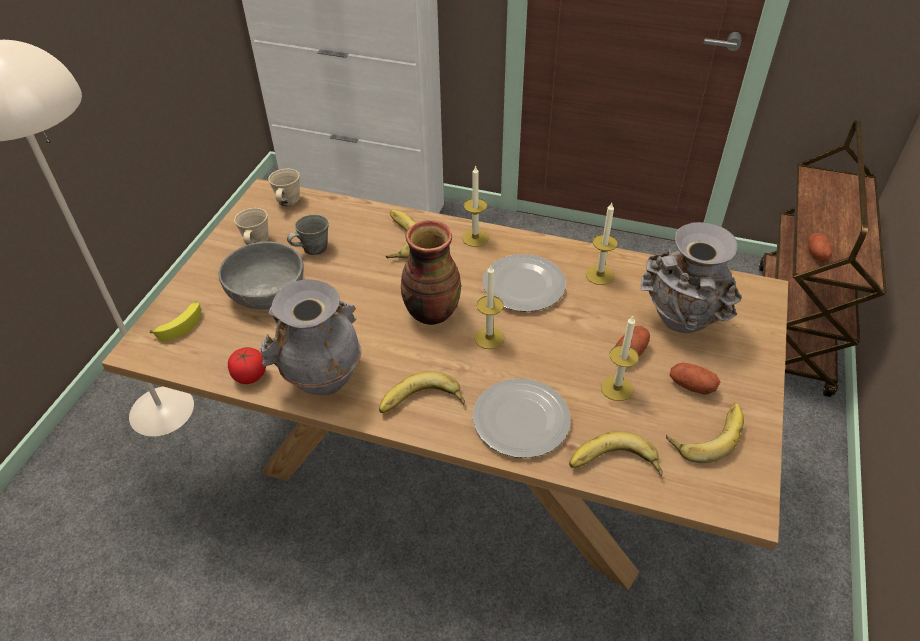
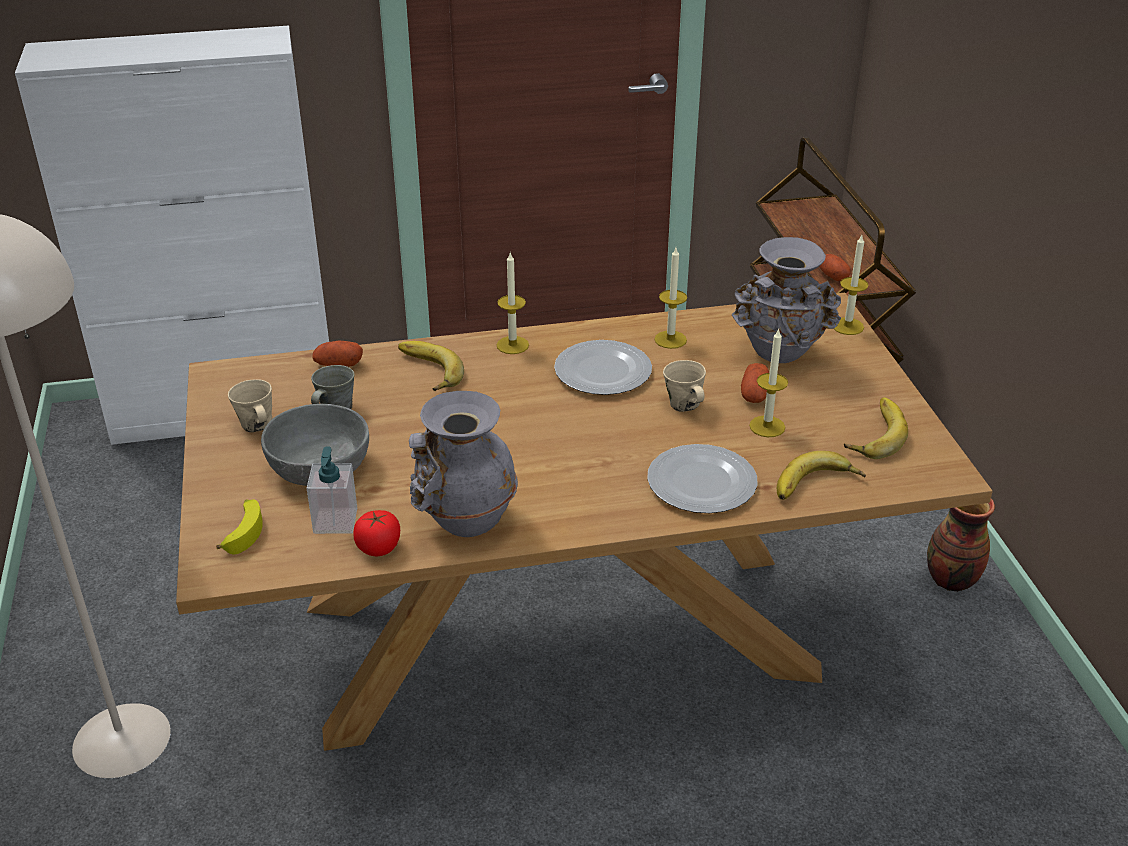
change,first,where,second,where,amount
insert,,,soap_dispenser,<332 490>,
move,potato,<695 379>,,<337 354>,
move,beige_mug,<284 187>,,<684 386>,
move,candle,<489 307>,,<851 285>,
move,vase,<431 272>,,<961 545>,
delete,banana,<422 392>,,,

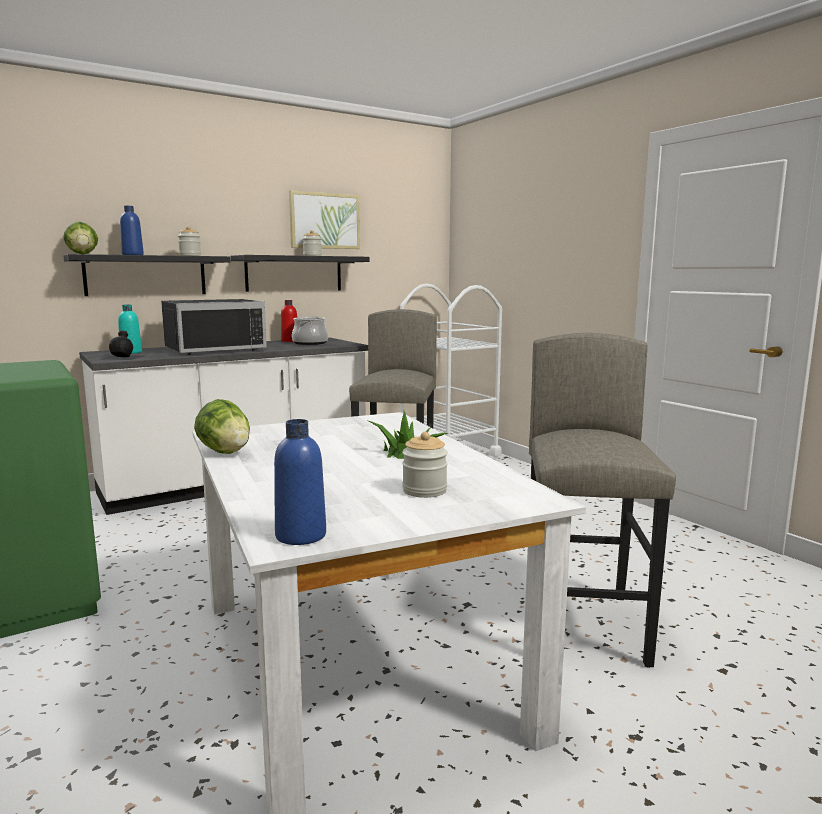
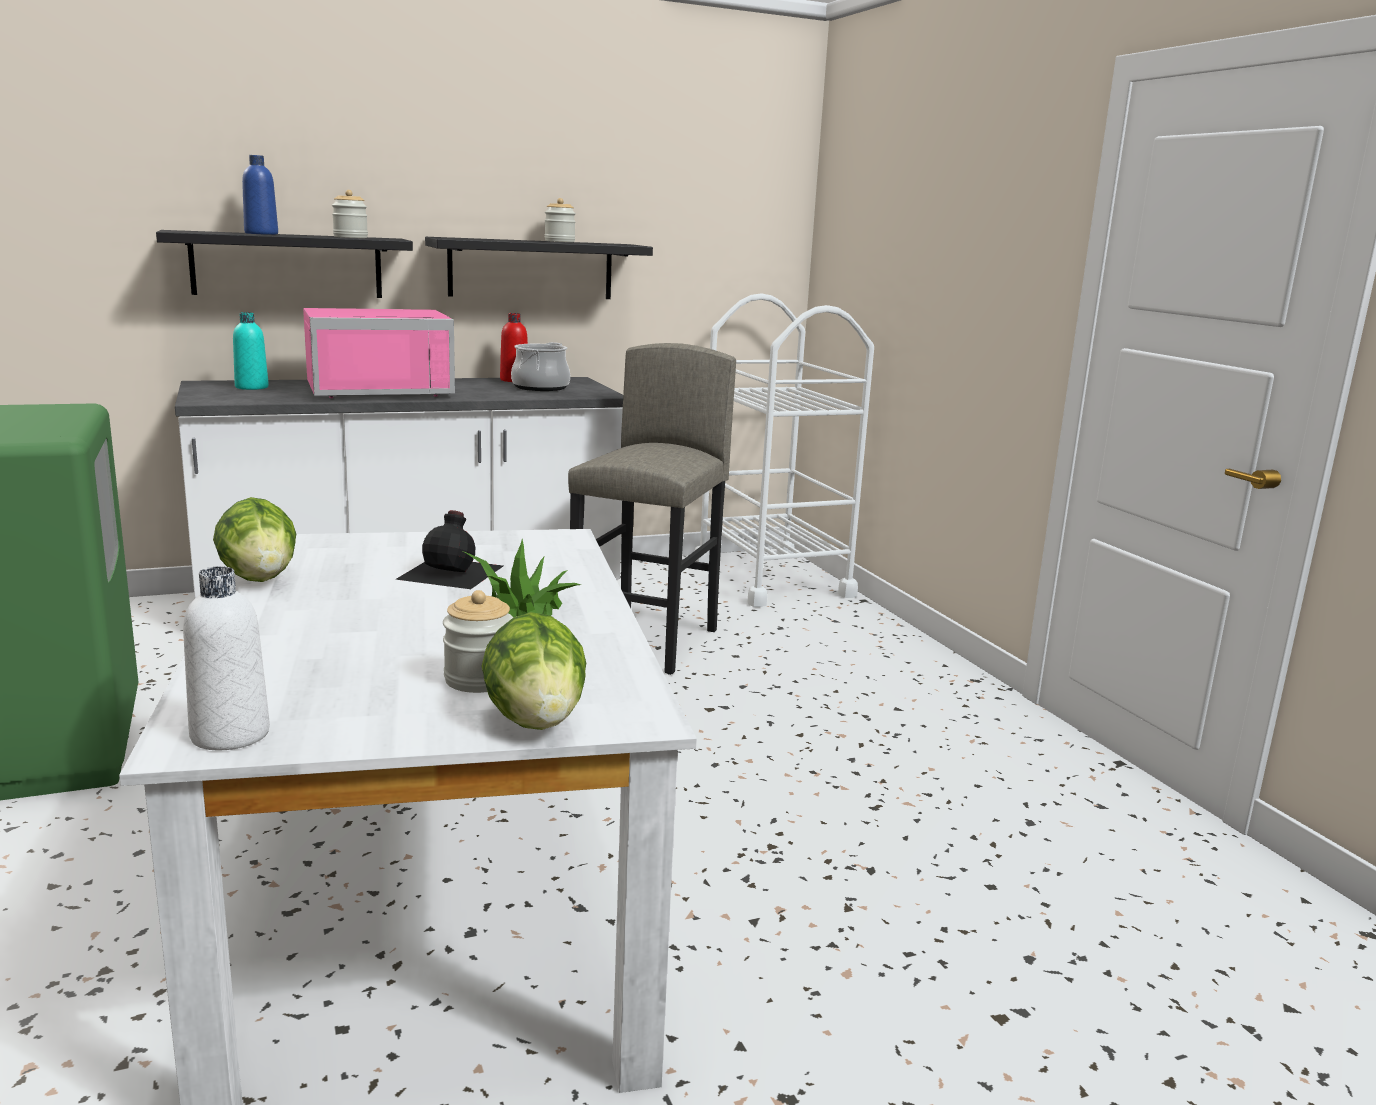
change,first,where,second,where,amount
recolor,blue_bottle,<300 482>,white_bottle,<226 658>,
recolor,black_microwave,<214 327>,pink_microwave,<379 353>,
move,black_bottle,<122 345>,,<449 549>,
move,lettuce,<80 237>,,<533 671>,
delete,picture,<324 219>,,,
delete,grey_stool,<602 500>,,,

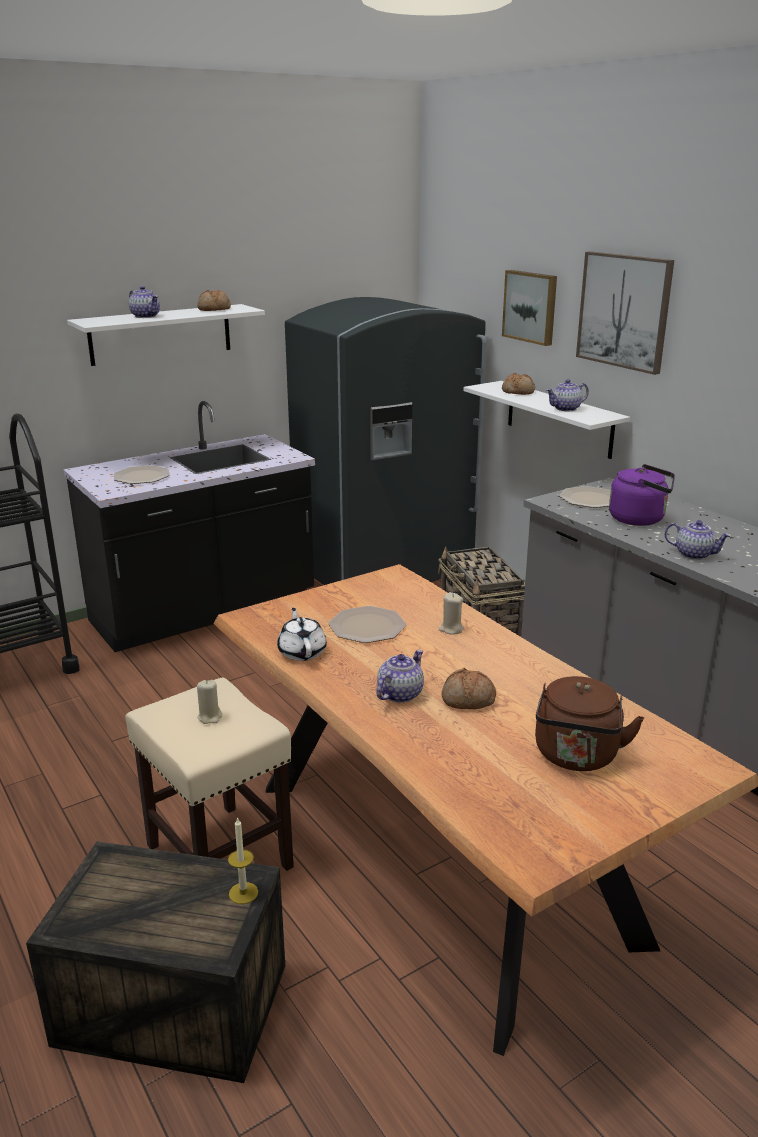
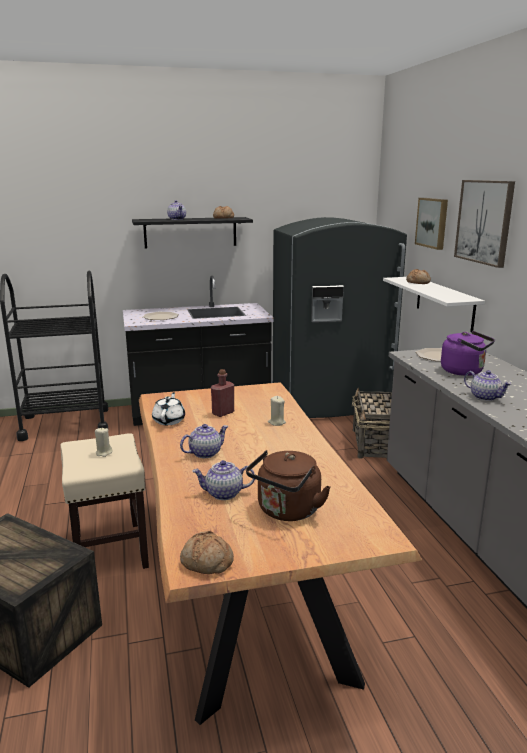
change,first,where,second,where,amount
recolor,white_shelf,<166 335>,black_shelf,<192 233>,
move,bread,<468 688>,,<207 552>,
move,teapot,<567 395>,,<223 480>,
replace,plate,<367 624>,red_bottle,<222 393>,
delete,candle,<243 860>,,,

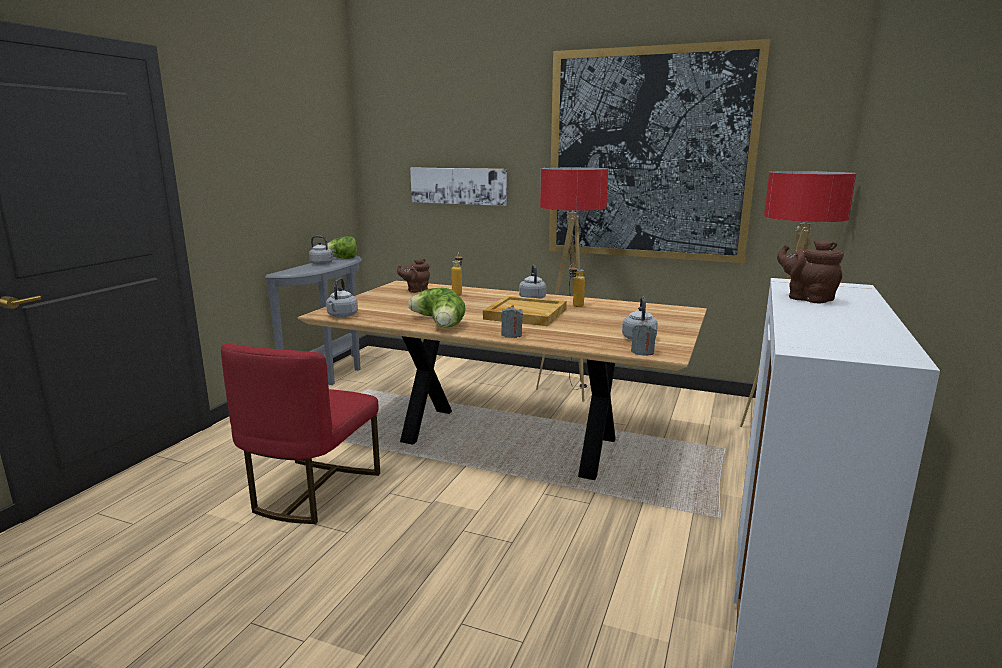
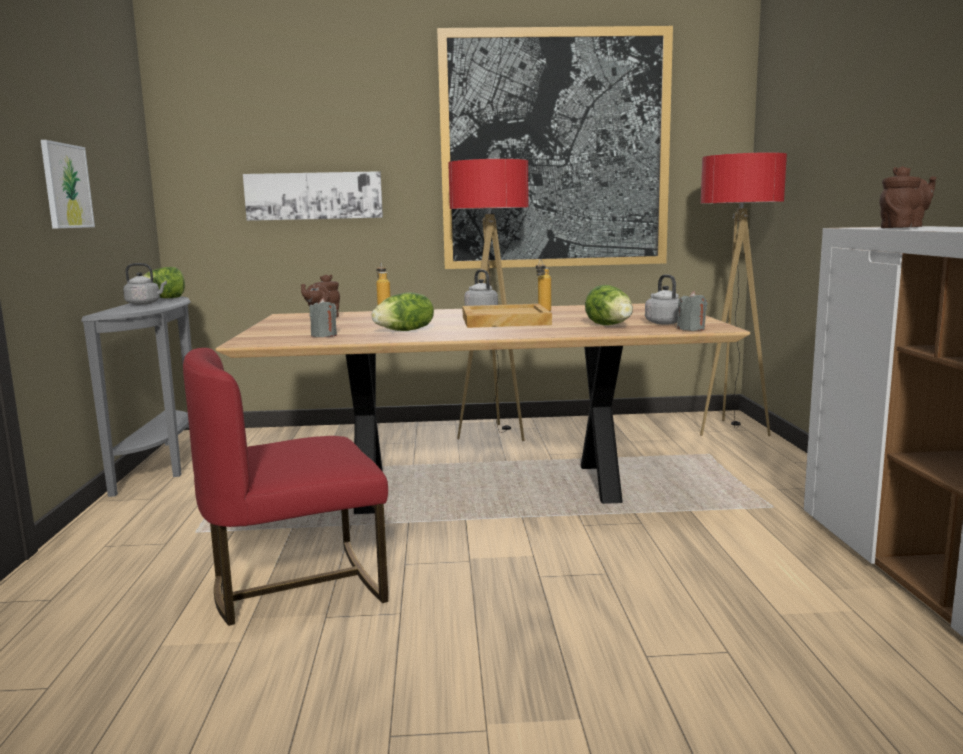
change,first,where,second,where,amount
insert,,,picture,<68 184>,
rotate,red_chair,<300 434>,,<285 487>,75 degrees clockwise
move,grey_candle,<512 321>,,<323 317>,
move,lettuce,<449 310>,,<609 305>,
rotate,brown_teapot,<810 271>,,<908 197>,135 degrees clockwise
delete,grey_kettle,<342 298>,,,

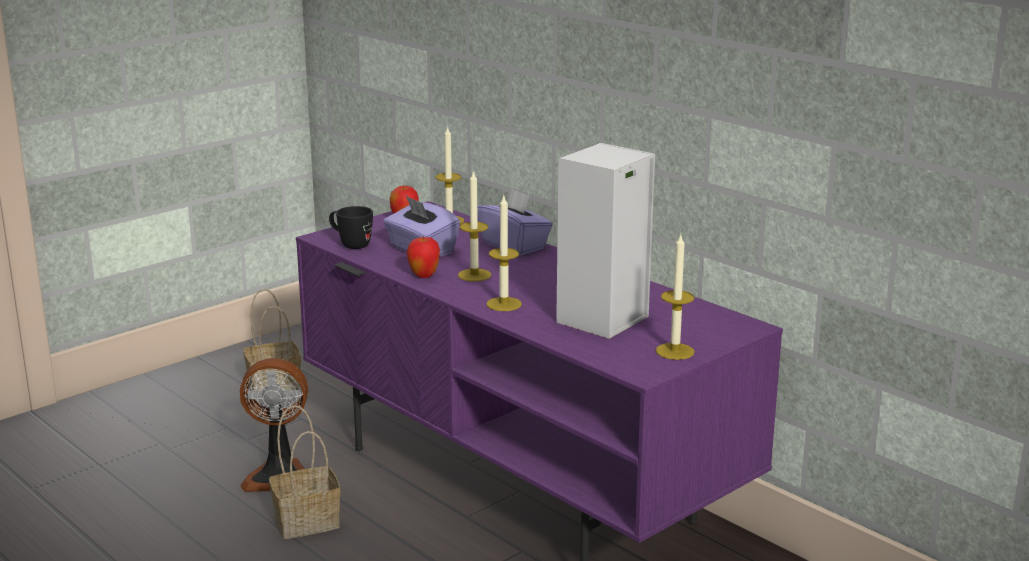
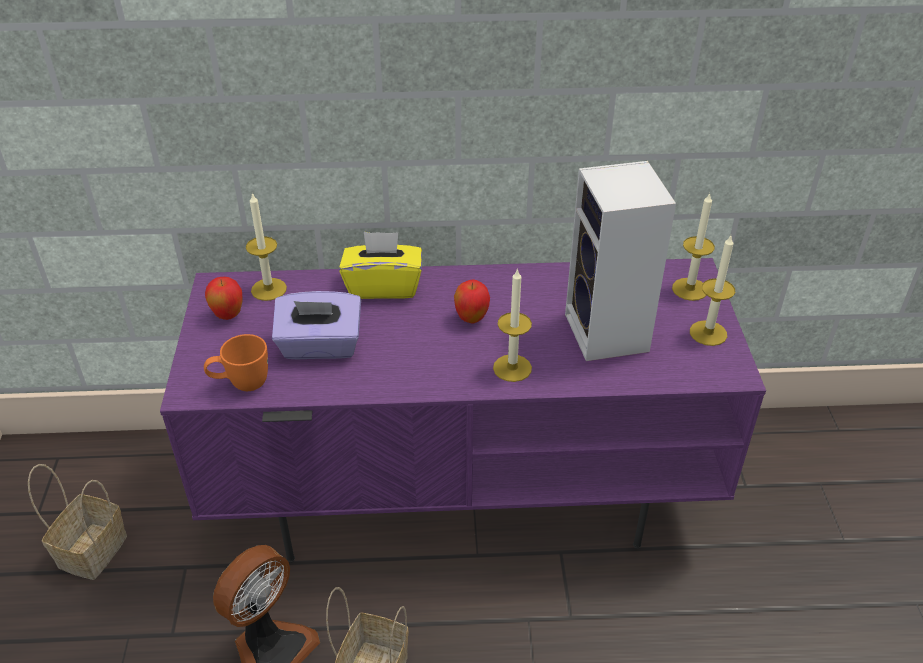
change,first,where,second,where,amount
recolor,black_mug,<351 227>,orange_mug,<236 362>,
recolor,purple_tissue_box,<515 222>,yellow_tissue_box,<380 265>,
move,apple,<423 257>,,<472 301>,
move,candle,<474 225>,,<693 246>,

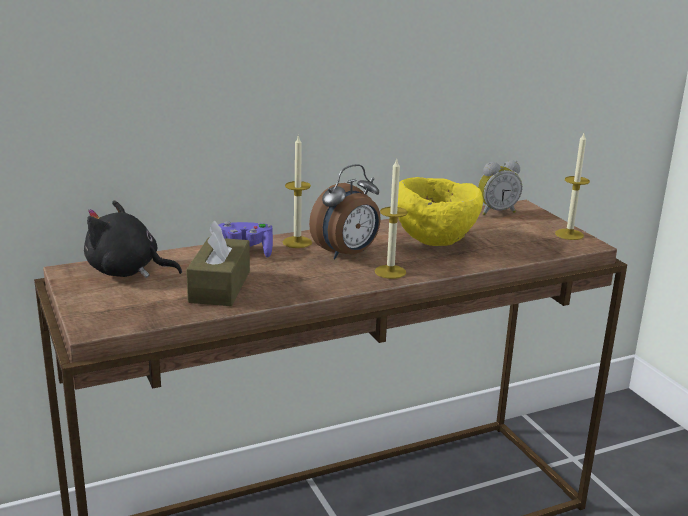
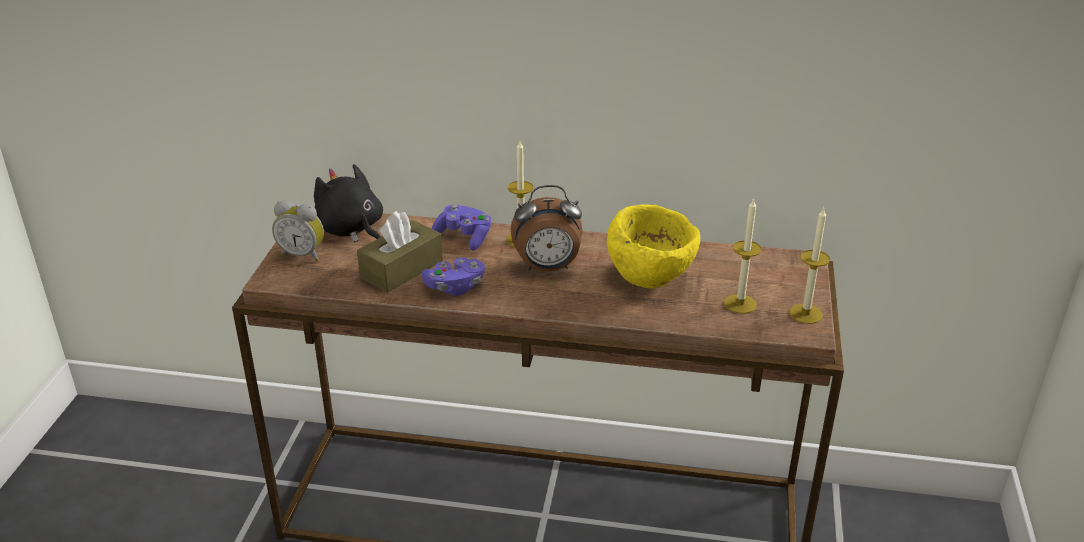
change,first,where,second,where,amount
move,alarm_clock,<500 188>,,<298 231>,
insert,,,purple_game_controller,<453 276>,
move,candle,<391 219>,,<743 256>,

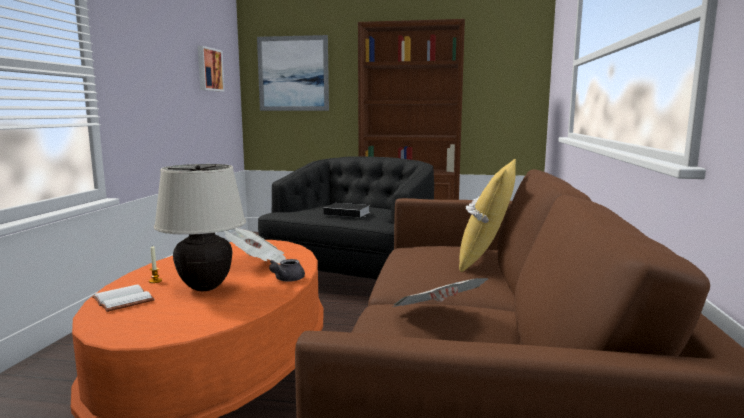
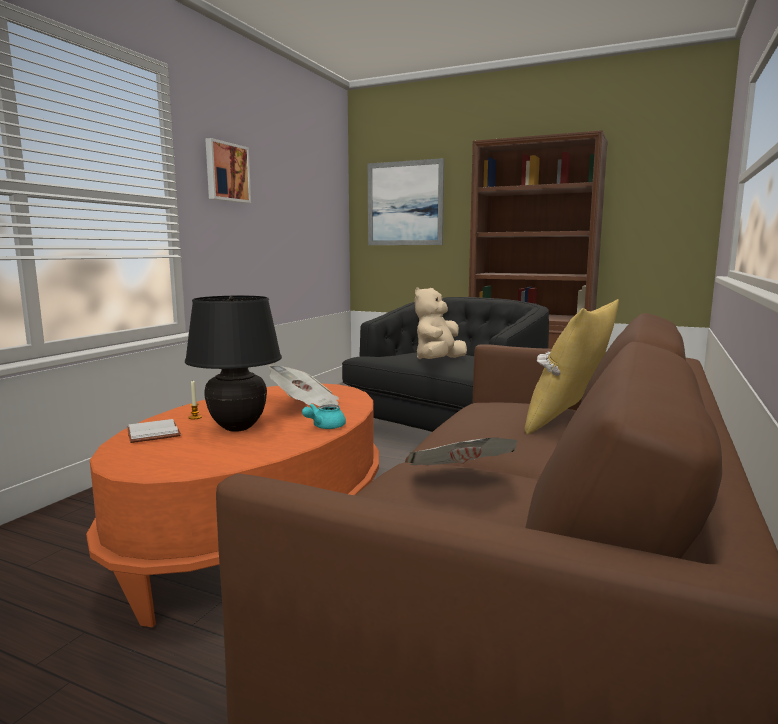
change,first,where,second,where,amount
recolor,beige_table_lamp,<200 227>,black_table_lamp,<233 364>,
move,picture,<211 69>,,<228 170>,
recolor,grey_teapot,<287 270>,turquoise_teapot,<324 416>,
replace,book,<346 210>,beige_plush_toy,<441 323>,

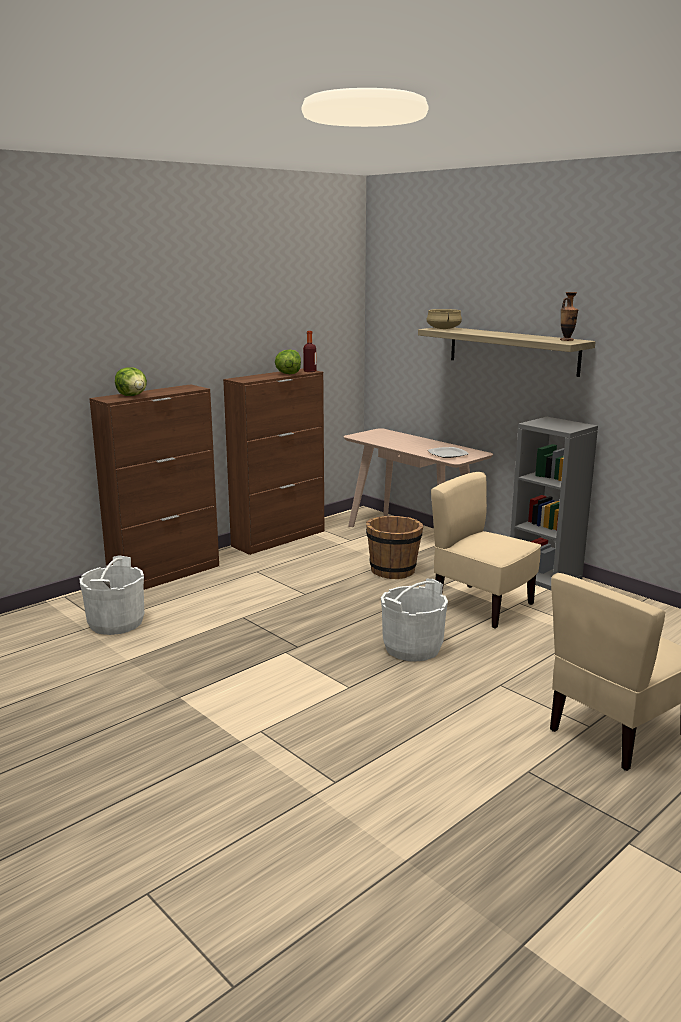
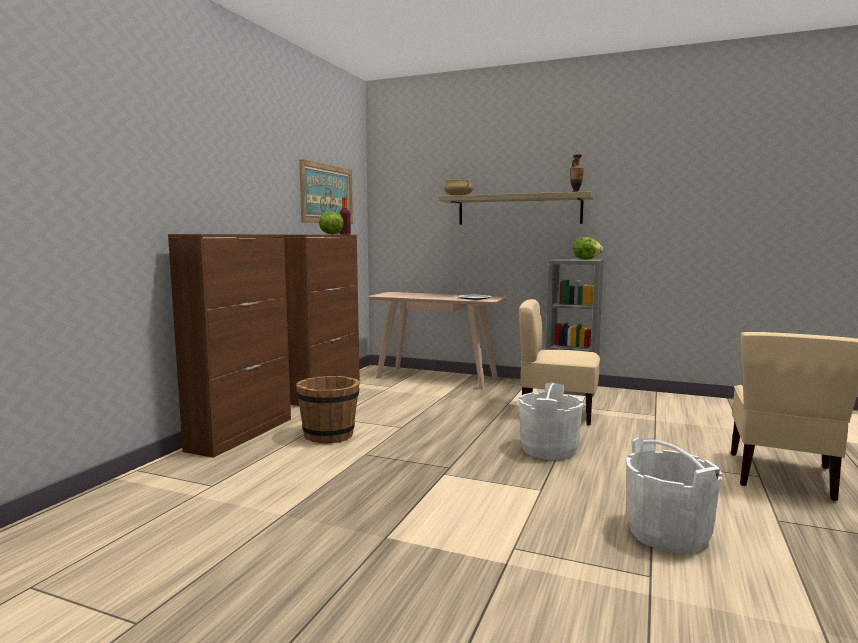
change,first,where,second,where,amount
move,brown_bucket,<394 547>,,<328 410>,
insert,,,picture,<326 191>,
move,lettuce,<131 381>,,<588 248>,
move,white_bucket,<111 595>,,<674 496>,

